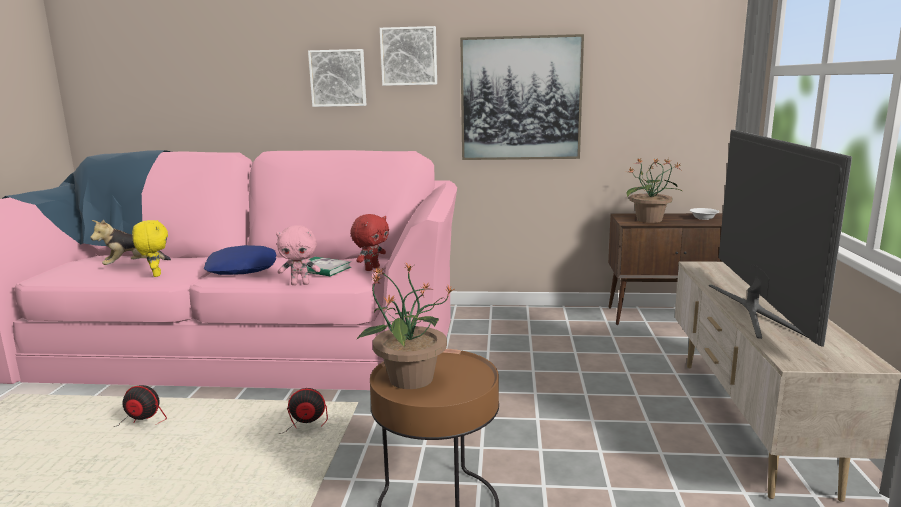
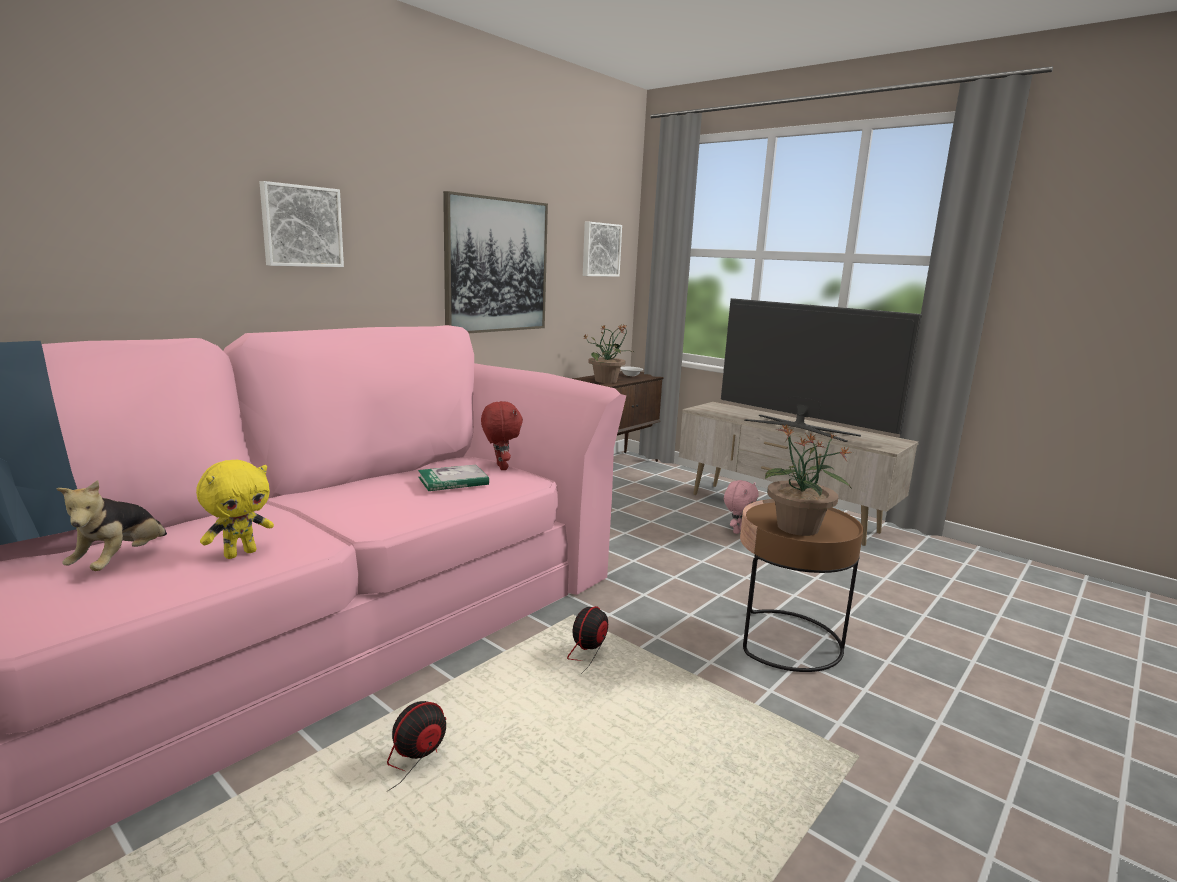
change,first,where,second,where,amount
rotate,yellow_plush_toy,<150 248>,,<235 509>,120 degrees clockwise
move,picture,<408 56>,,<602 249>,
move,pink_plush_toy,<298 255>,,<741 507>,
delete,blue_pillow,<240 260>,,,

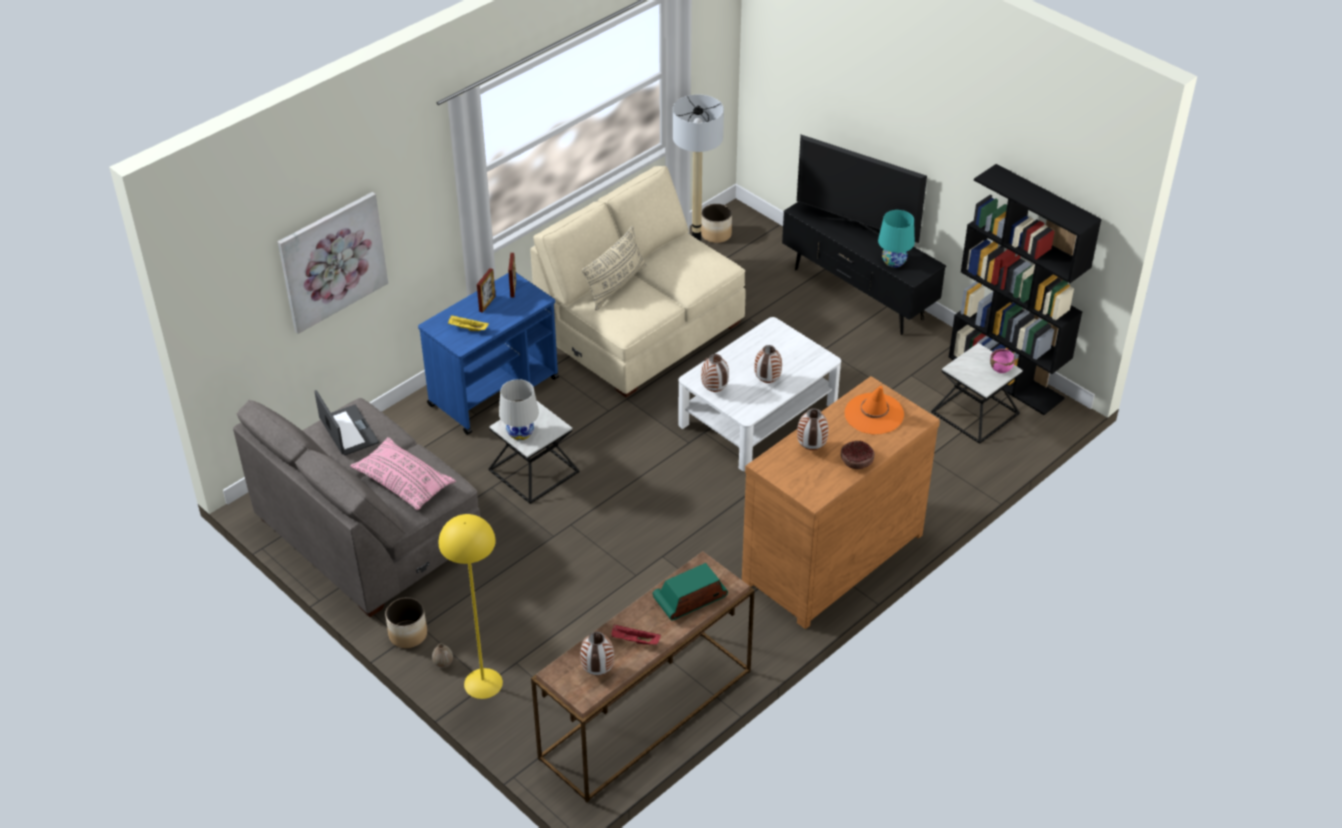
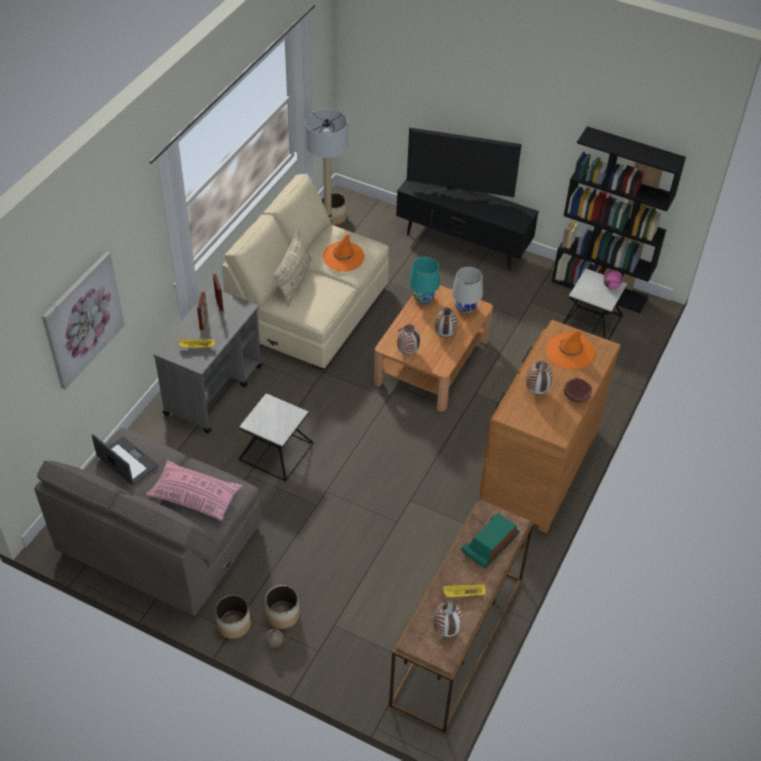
change,first,where,second,where,amount
recolor,blue_cart,<488 354>,grey_cart,<207 360>,
insert,,,planter,<282 607>,
insert,,,orange_hat,<344 253>,
recolor,white_coffee_table,<760 394>,brown_coffee_table,<433 348>,
move,turquoise_table_lamp,<896 239>,,<424 280>,
recolor,red_tray,<636 635>,yellow_tray,<464 590>,
move,white_table_lamp,<519 410>,,<467 290>,
delete,yellow_floor_lamp,<471 606>,,,

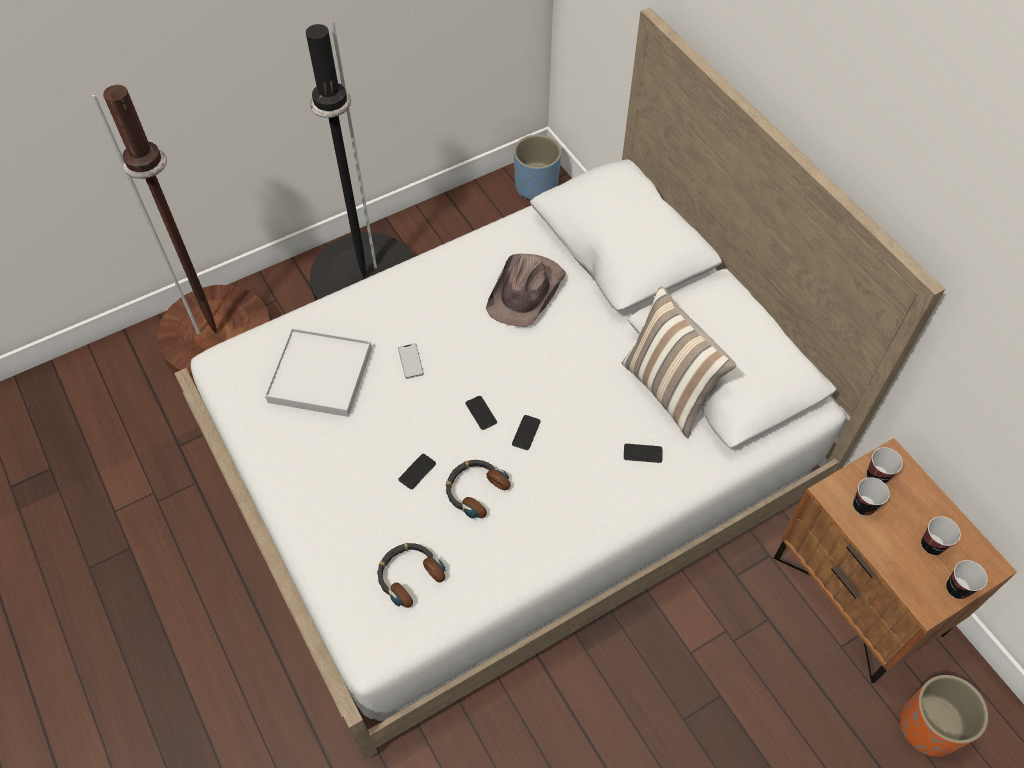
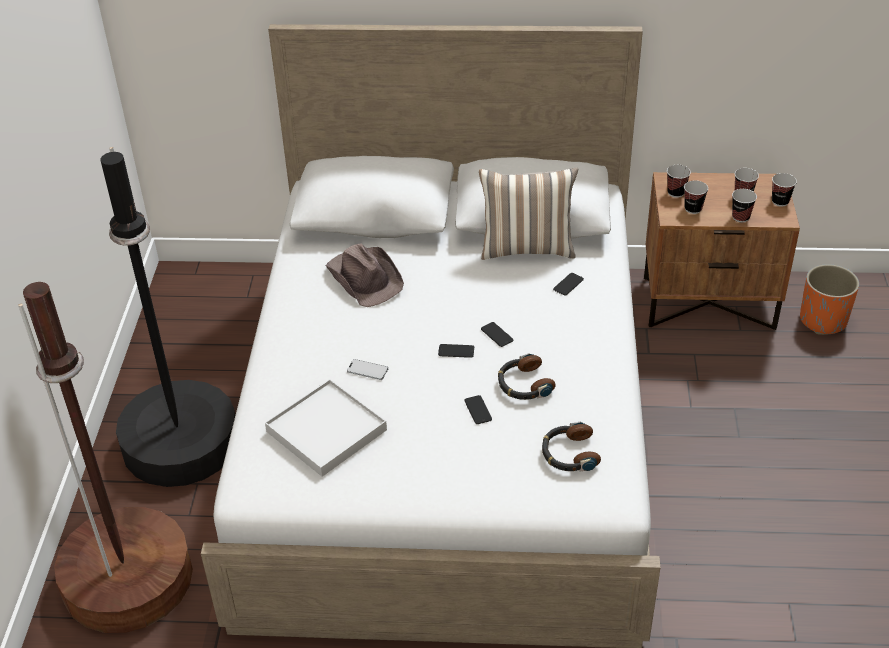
change,first,where,second,where,amount
insert,,,cup,<744 205>,
delete,blue_planter,<537 167>,,,

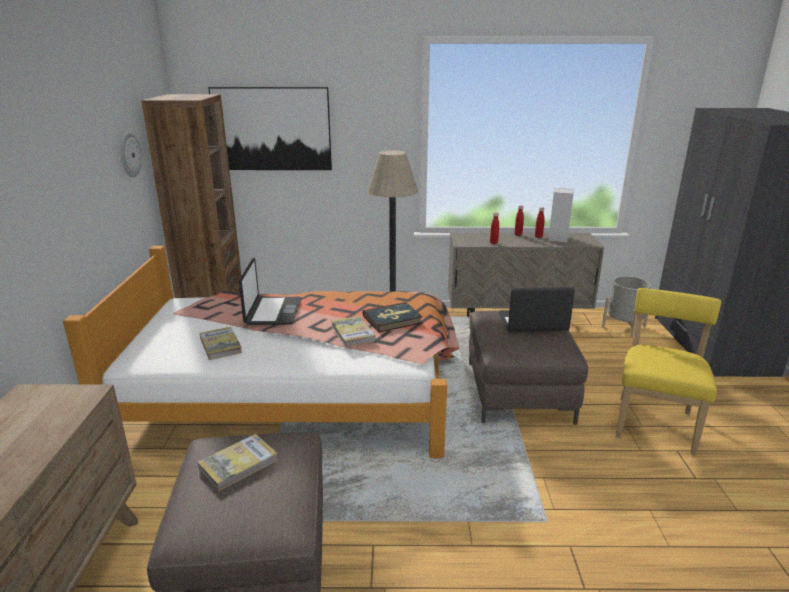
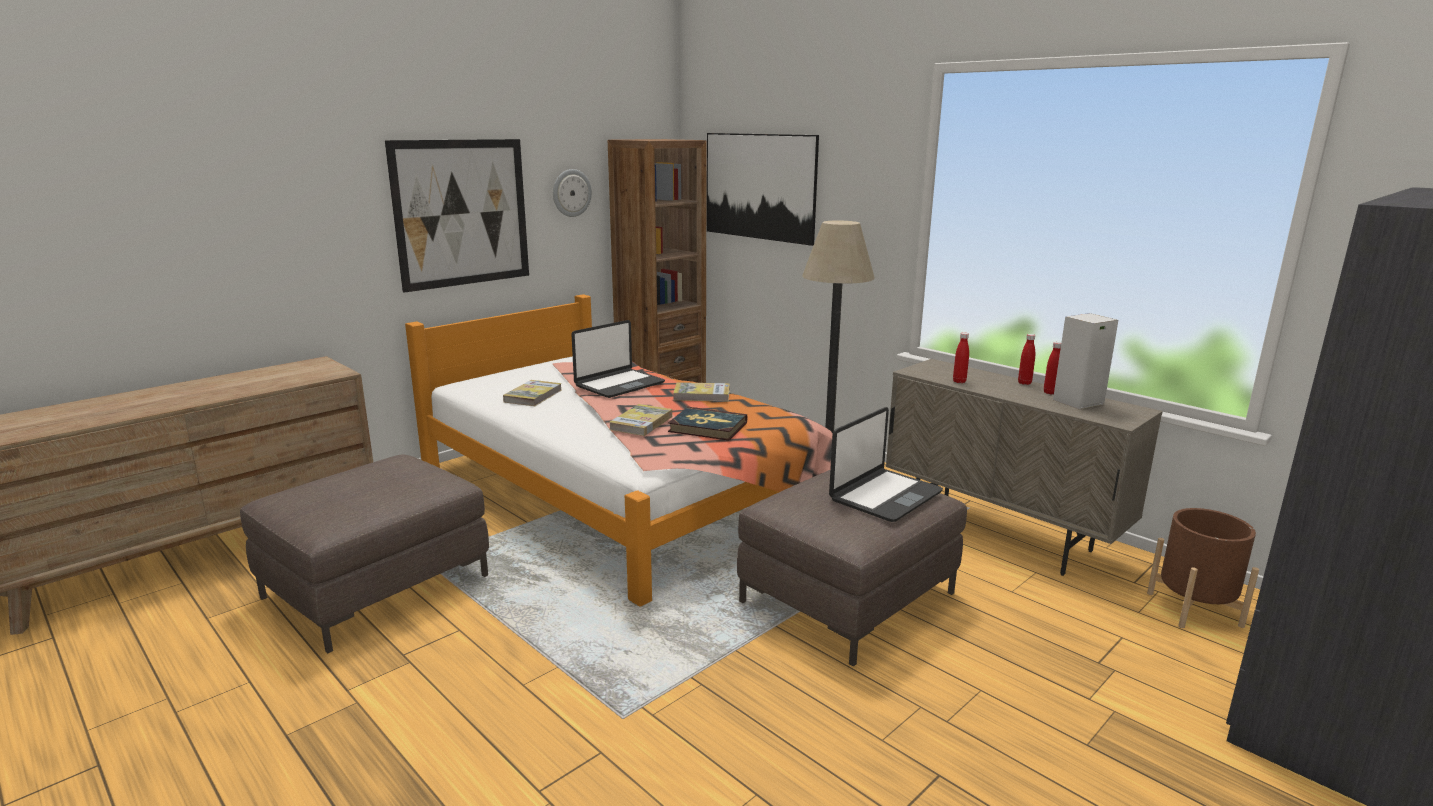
change,first,where,second,where,amount
insert,,,picture,<457 216>,
move,book,<238 462>,,<701 392>,
rotate,laptop,<537 309>,,<886 464>,90 degrees clockwise
recolor,grey_planter,<626 306>,brown_planter,<1203 568>,
delete,yellow_chair,<668 372>,,,

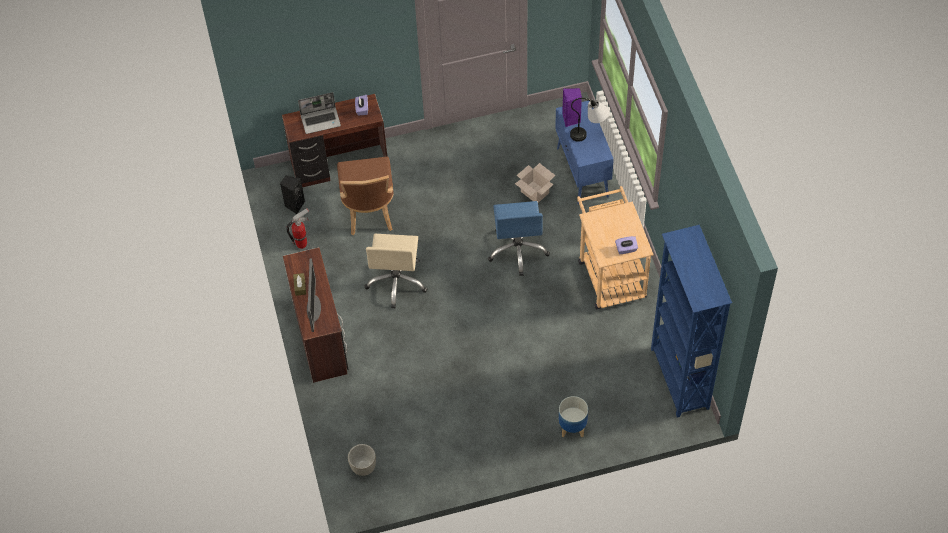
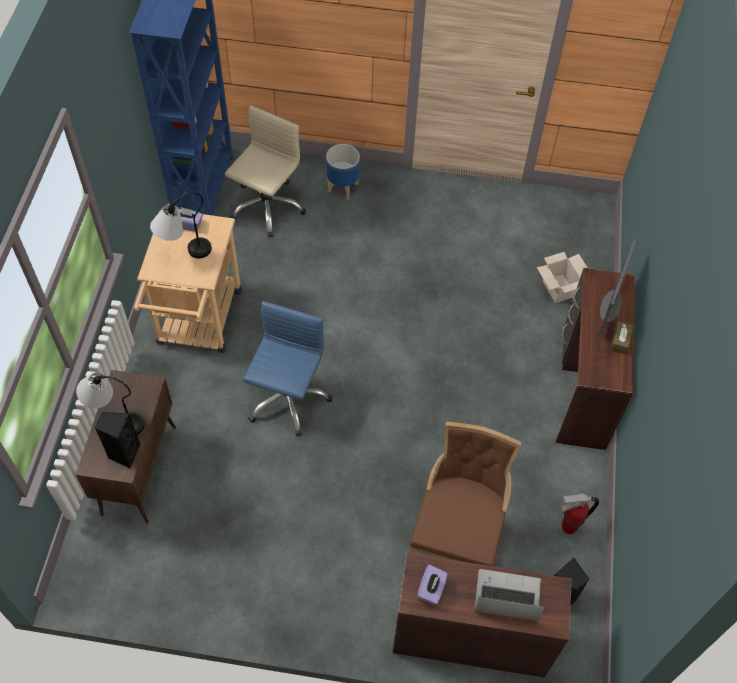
change,first,where,second,where,amount
recolor,blue_cabinet,<584 153>,brown_cabinet,<126 446>,
recolor,purple_speaker,<572 107>,black_speaker,<118 440>,
insert,,,table_lamp,<181 225>,
move,beige_office_chair,<396 271>,,<265 171>,
move,cardboard_box,<535 183>,,<562 277>,
delete,grey_planter,<362 460>,,,

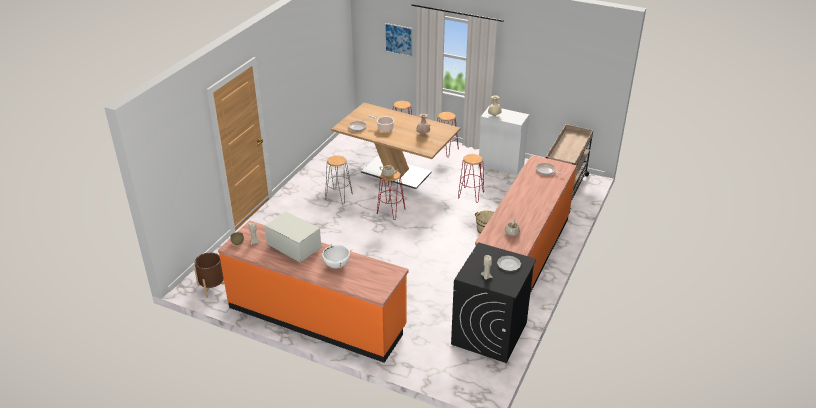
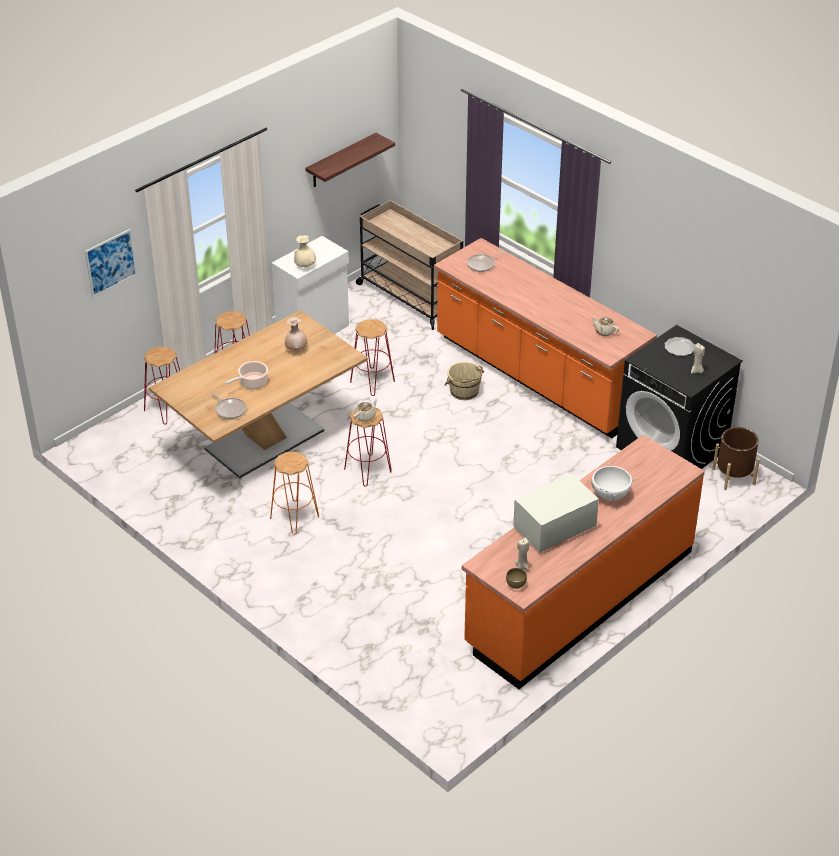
change,first,where,second,where,amount
recolor,grey_stool,<339 179>,orange_stool,<294 493>,
insert,,,shelf,<350 160>,
move,brown_planter,<209 275>,,<736 458>,

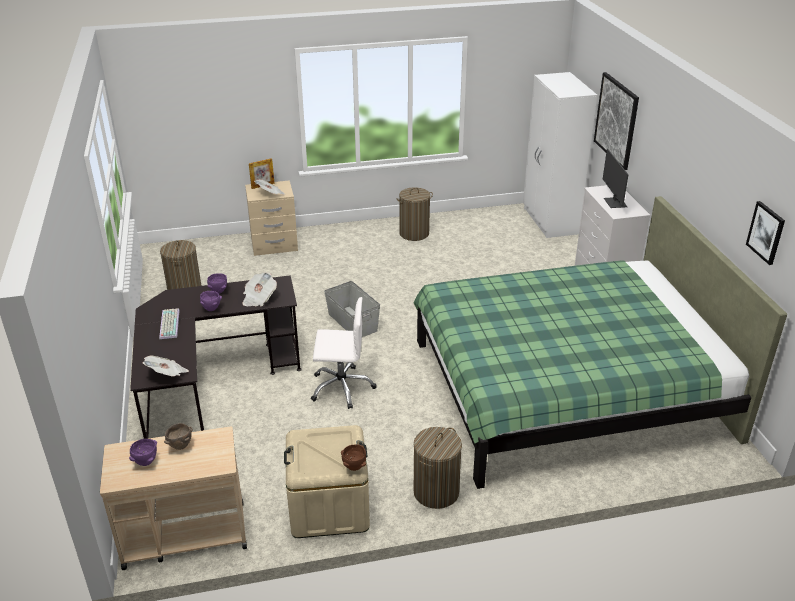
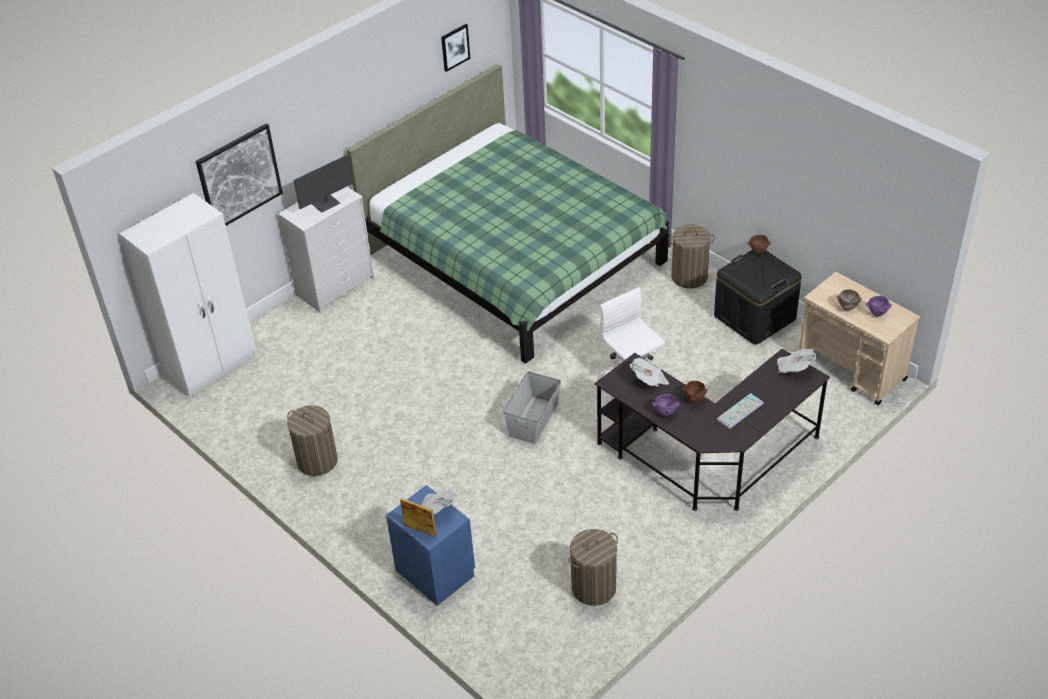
change,first,where,second,where,amount
recolor,beige_nightstand,<271 218>,blue_nightstand,<430 545>,
recolor,purple_bowl,<211 301>,brown_bowl,<694 392>,
recolor,beige_storage_box,<327 481>,black_storage_box,<758 297>,

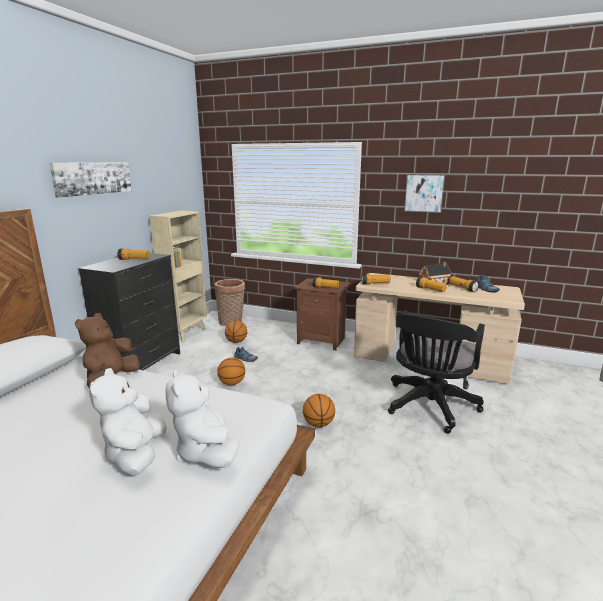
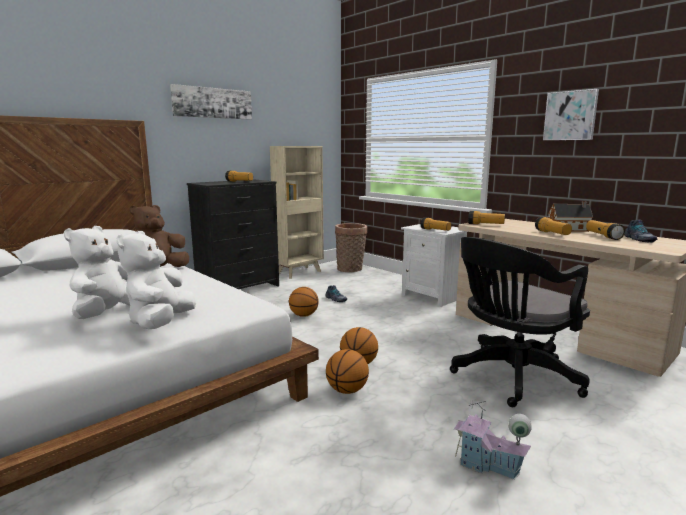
change,first,where,second,where,amount
move,basketball,<236 332>,,<347 371>,
recolor,brown_nightstand,<322 314>,white_nightstand,<434 265>,
insert,,,toy_house,<493 440>,

